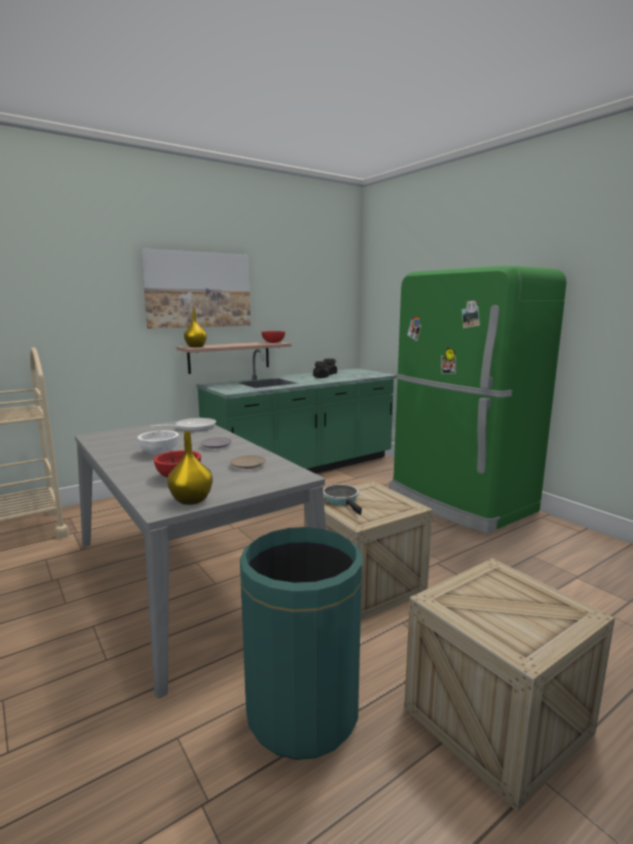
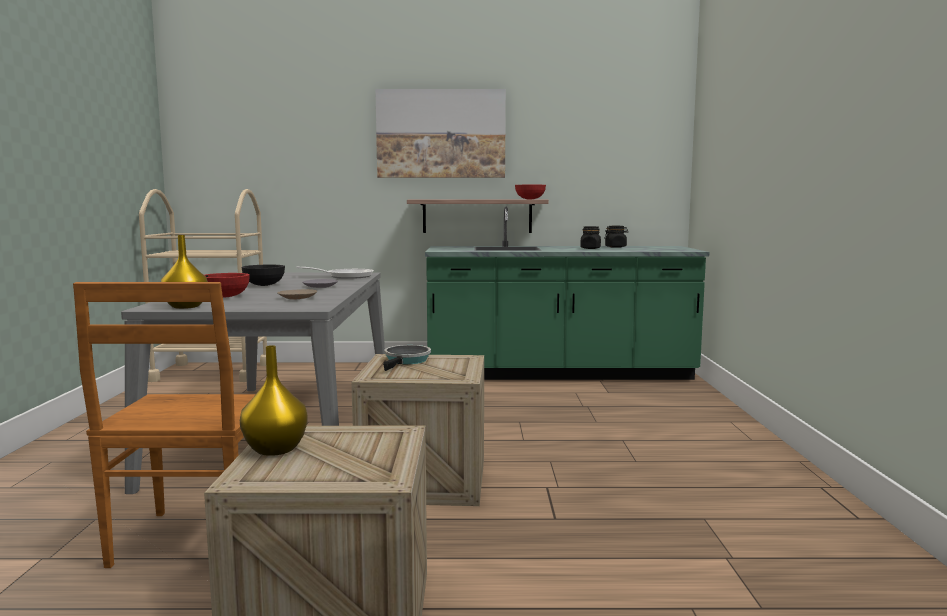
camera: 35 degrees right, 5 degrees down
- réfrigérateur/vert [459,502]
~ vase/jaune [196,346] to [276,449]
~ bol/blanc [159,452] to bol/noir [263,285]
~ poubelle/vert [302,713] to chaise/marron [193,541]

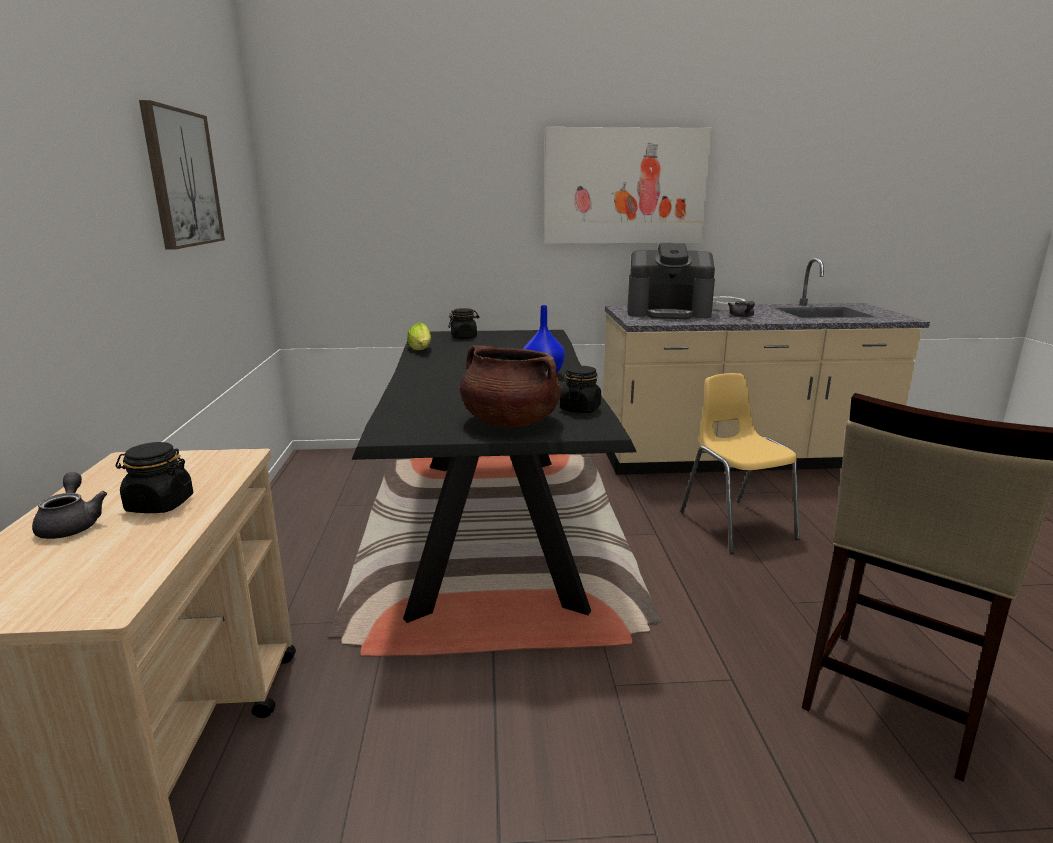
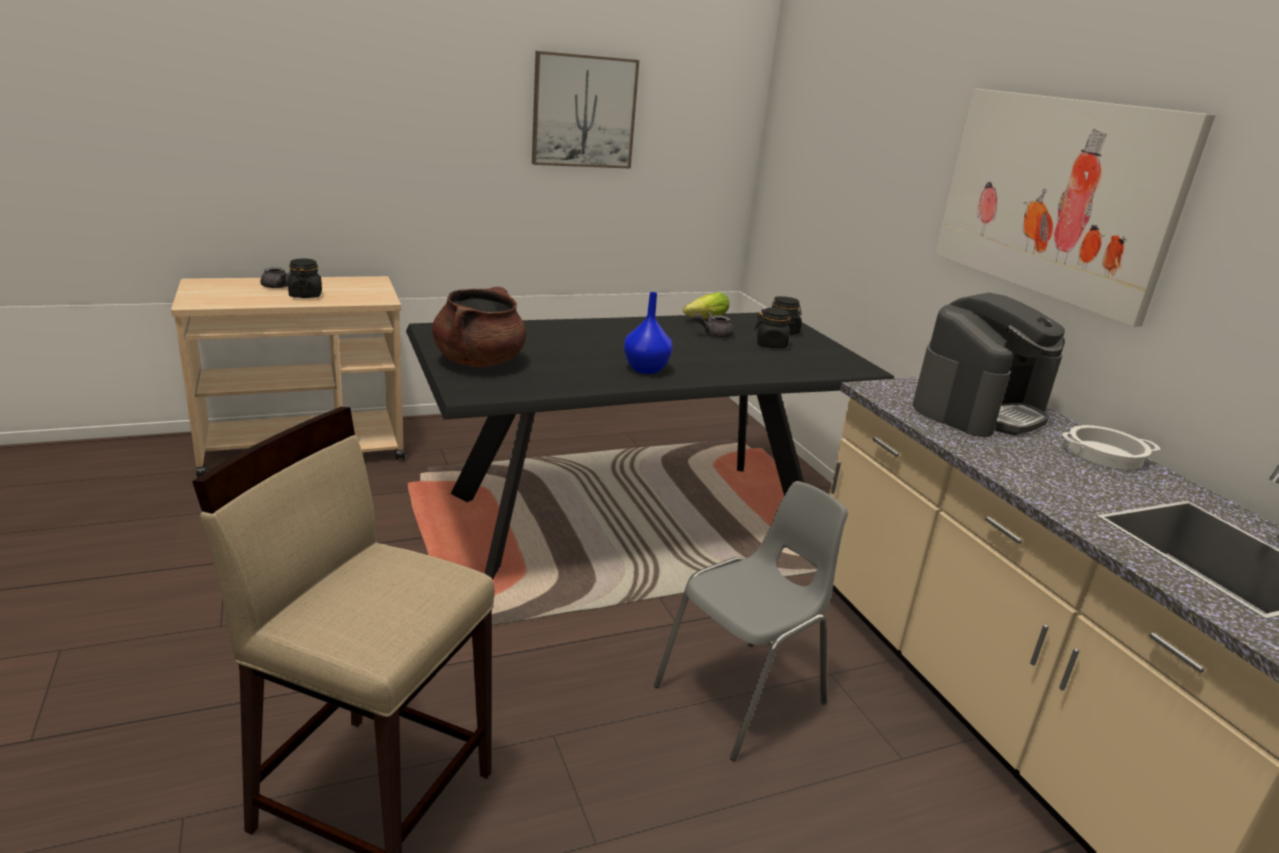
camera: 70 degrees right, 5 degrees up
~ machine à café [668,313] = [979,409] 120 degrees counterclockwise
~ théière/gris [742,316] to [713,334]
~ bocal/noir [580,409] to [771,344]
~ chaise/jaune [735,525] to chaise/gris [743,696]

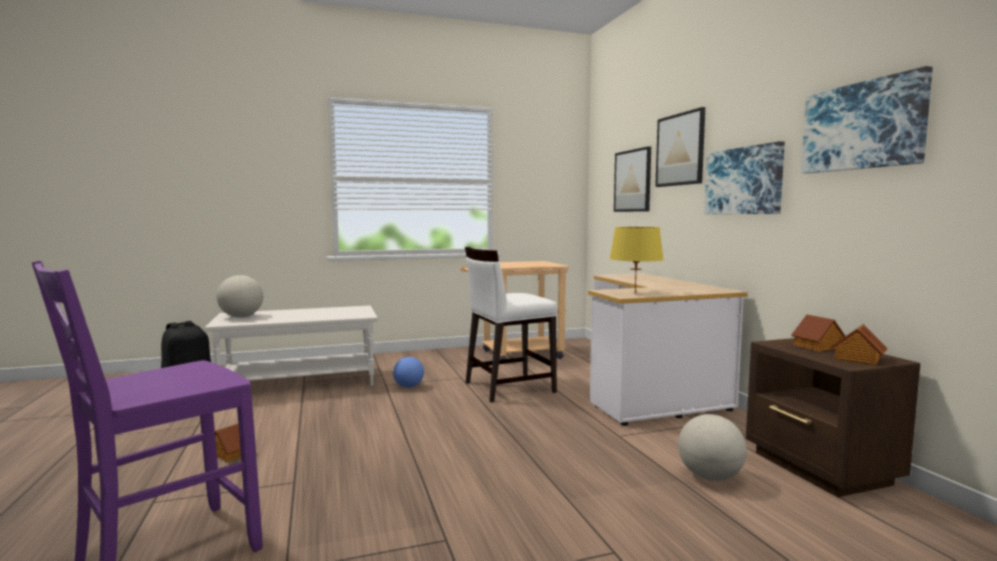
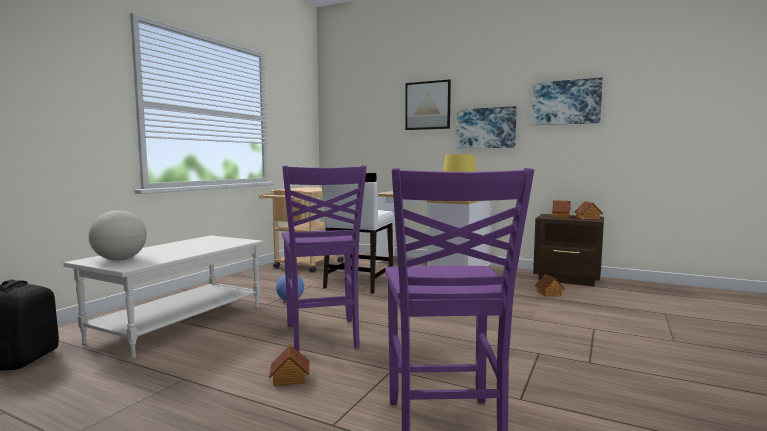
camera: 45 degrees left, 0 degrees up
- tableau [632,181]
~ globe [709,477] to maison miniature [549,293]
+ chaise/violet [322,337]

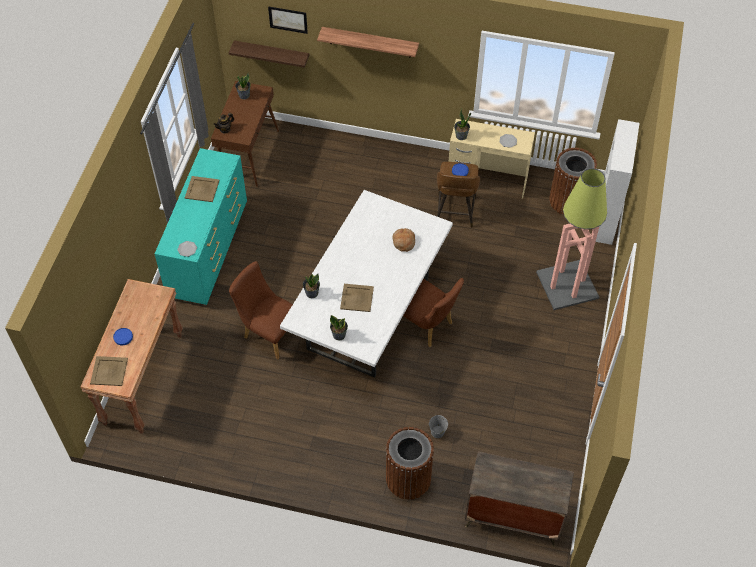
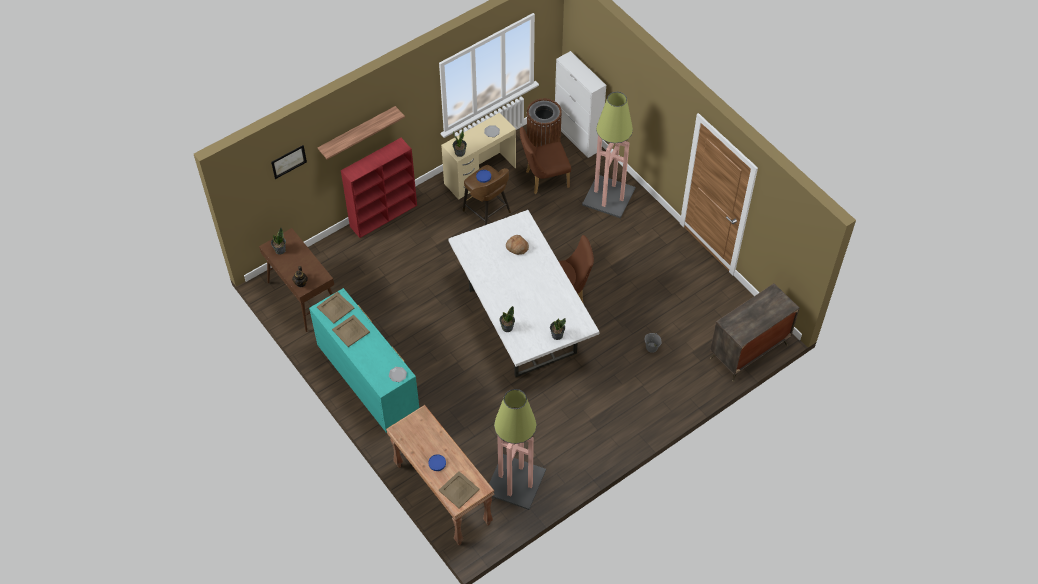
camera: 50 degrees left, 0 degrees up
- étagère [272,54]
~ chaise/marron [269,332] to [543,179]
~ plateau/beige [356,298] to [335,308]
- poubelle/marron [408,478]
+ bibliothèque/rouge [384,215]
+ lampadaire [514,482]

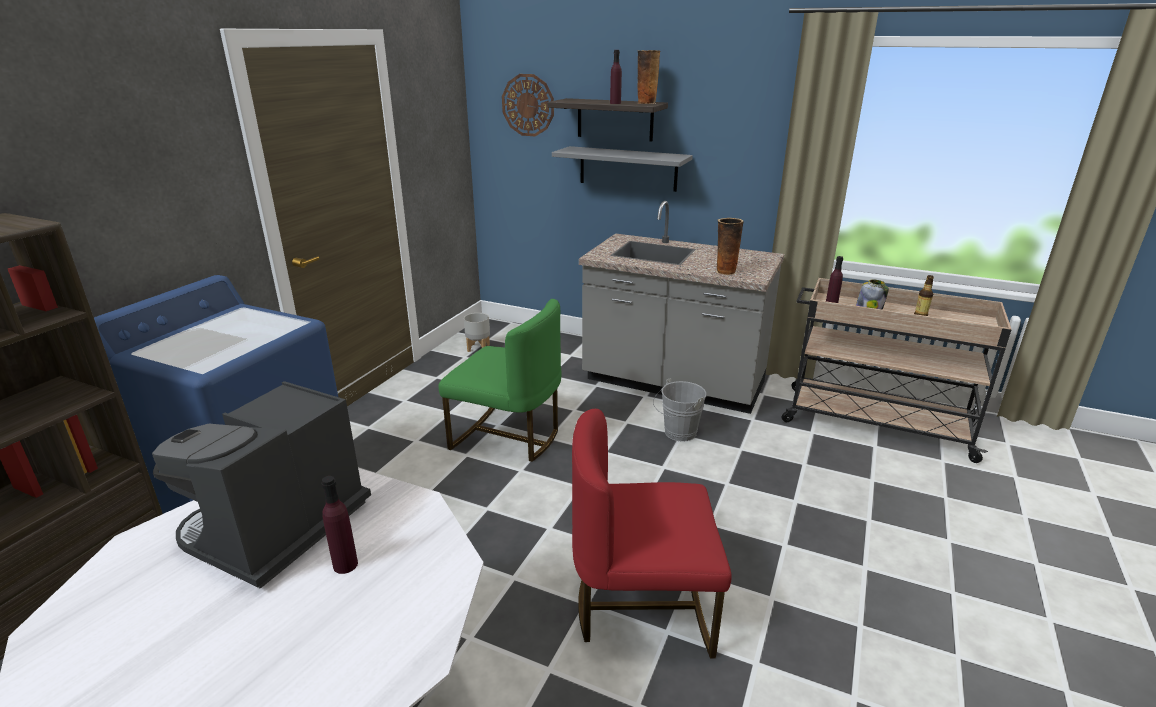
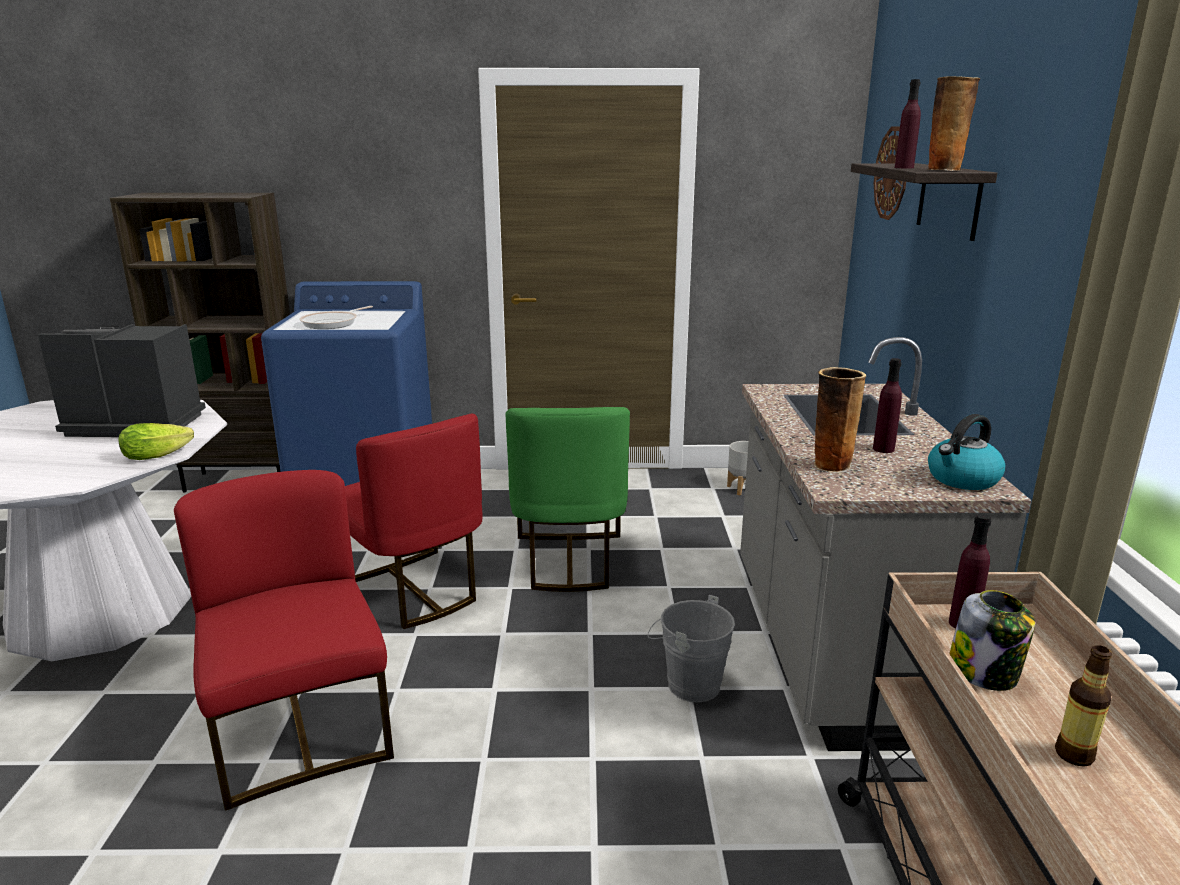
camera: 65 degrees right, 5 degrees down
- étagère/gris [628,168]
~ bouteille/violet [345,565] to [883,449]
+ poêle [333,323]
+ chaise/rouge [412,590]
+ bouilloire [962,479]
+ laitue [160,454]

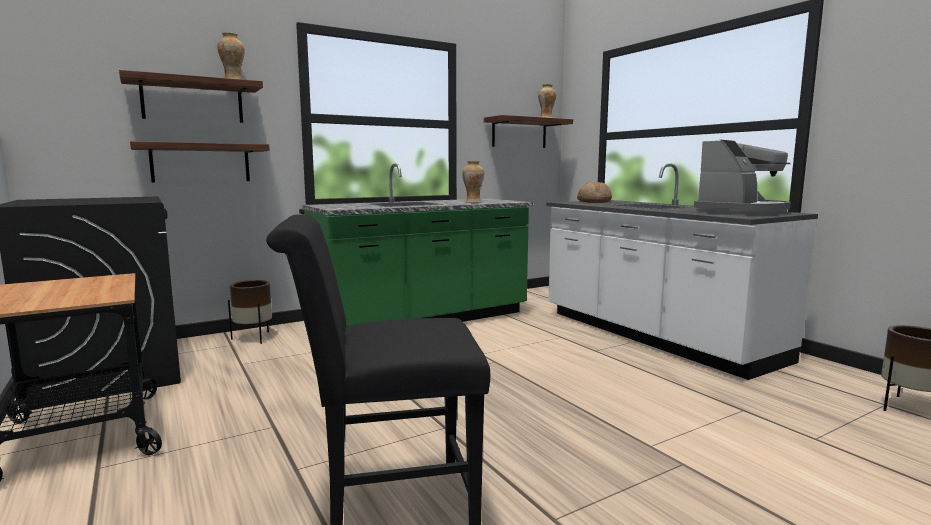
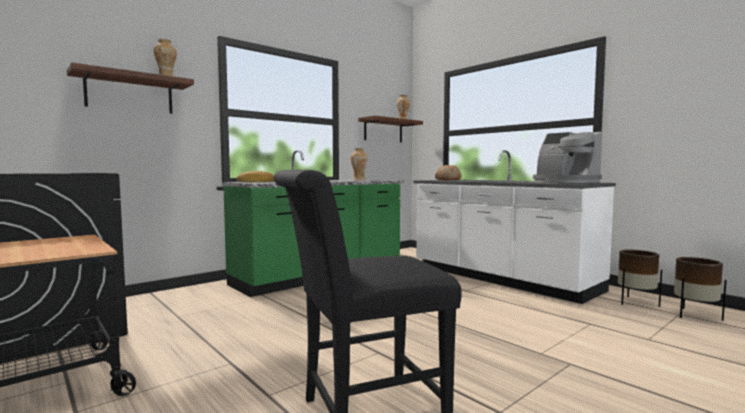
camera: 10 degrees left, 5 degrees down
~ machine à café [741,211] = [564,182] 105 degrees clockwise
- étagère [201,163]
~ cache-pot/marron [254,338] to [636,302]
+ pain [256,182]

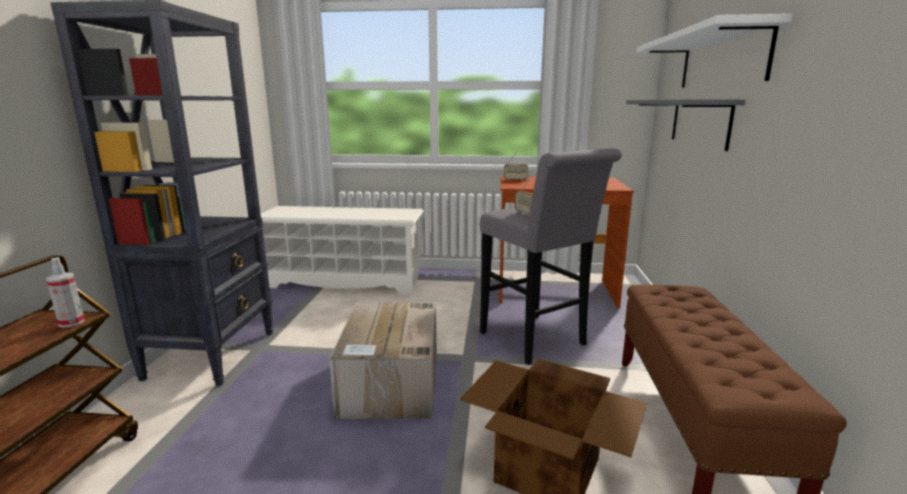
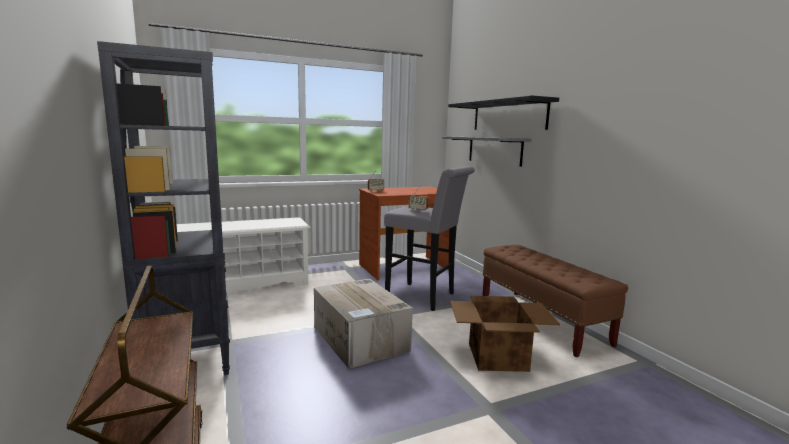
camera: 30 degrees left, 5 degrees down
~ étagère/blanc [721,59] to étagère/noir [508,115]
- vaporisateur [71,322]

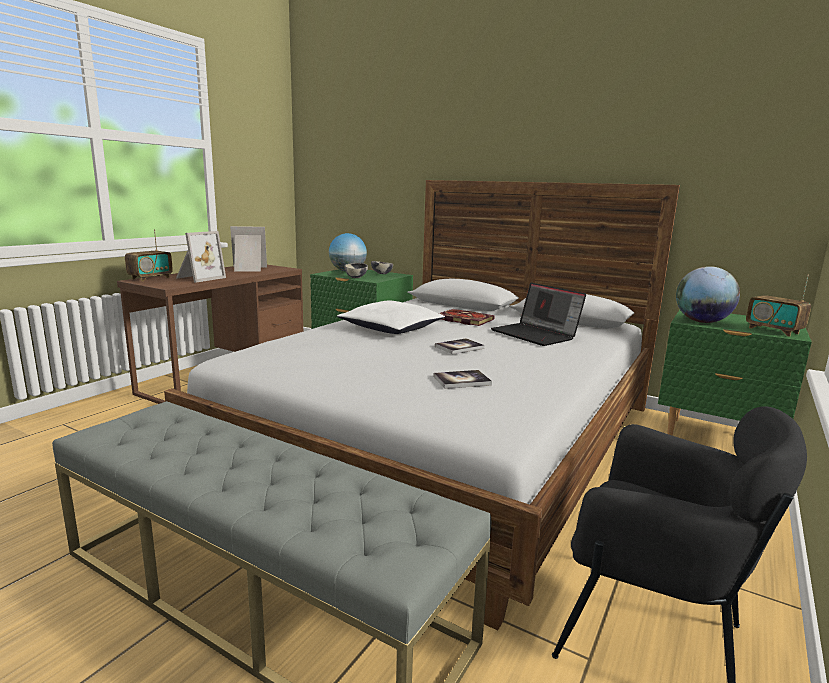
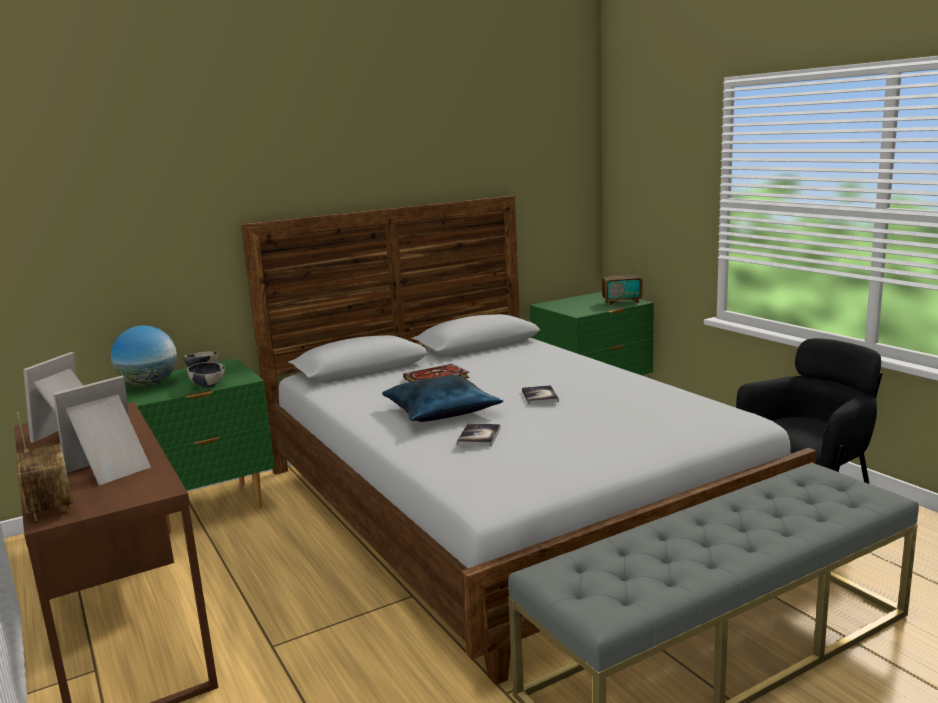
camera: 60 degrees left, 0 degrees up
~ cadre photo [198,278] = [112,468] 105 degrees counterclockwise
- globe [702,322]
- ordinateur portable [536,335]
~ coussin/blanc [392,328] to coussin/bleu [441,411]
~ livre [462,380] to [479,436]

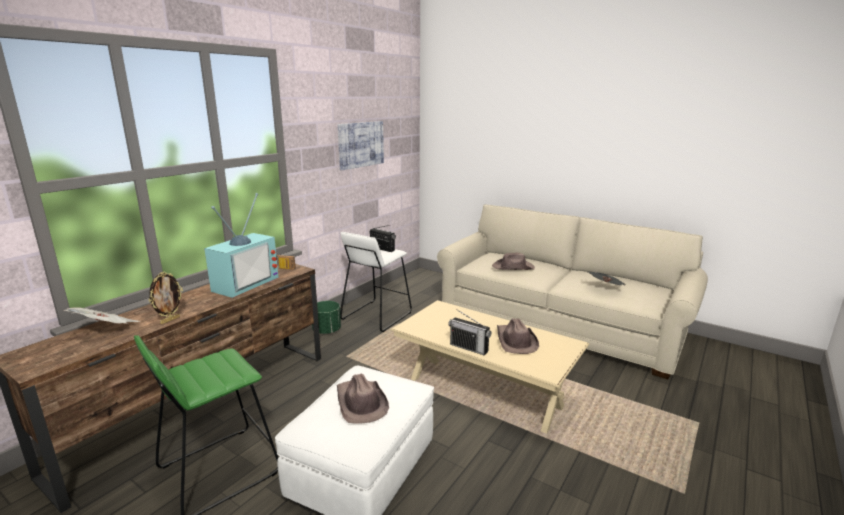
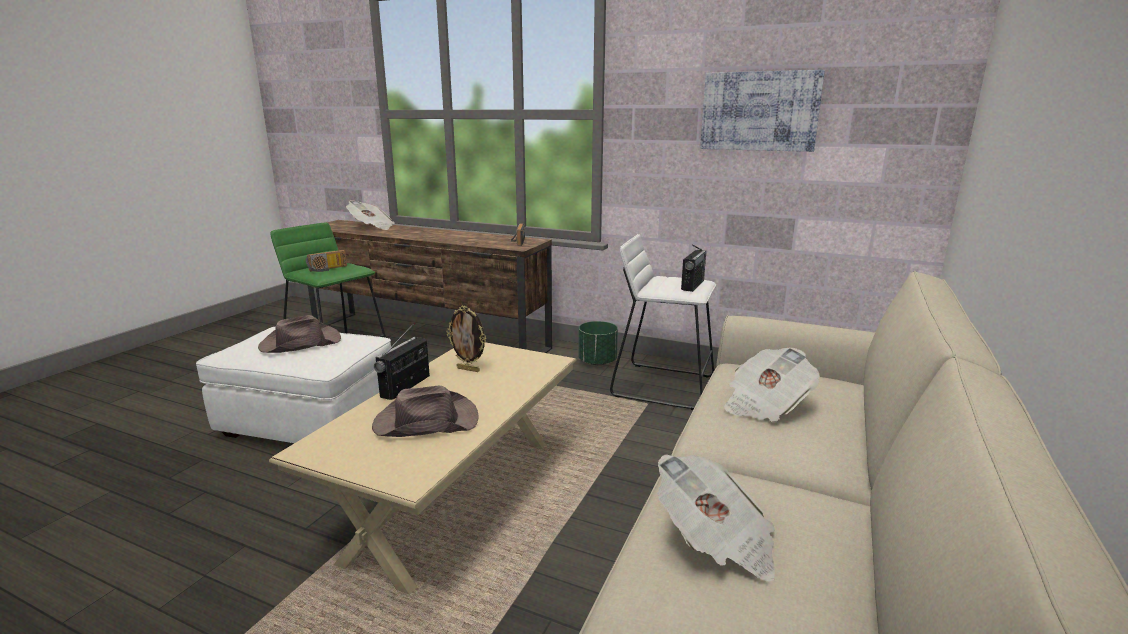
camera: 80 degrees right, 0 degrees up
- téléviseur [244,283]
~ chapeau/marron [513,267] to journal [765,405]
~ cadre photo [170,320] to [468,369]
+ radio [328,269]

